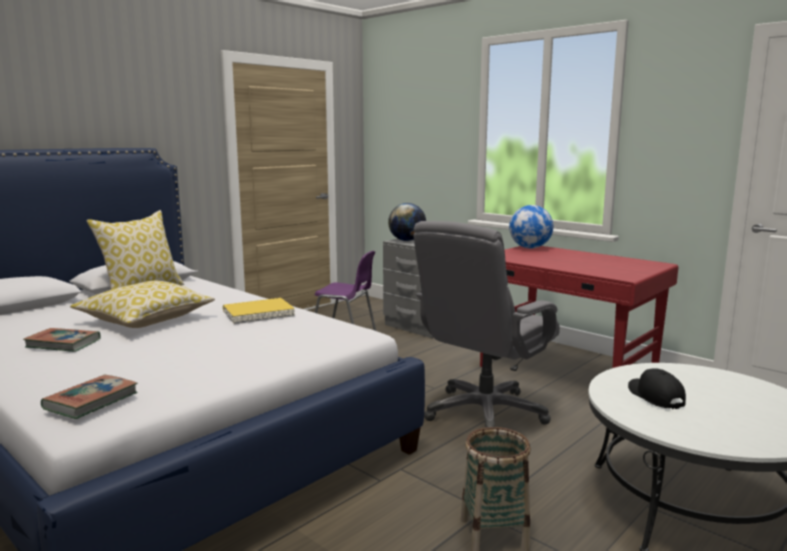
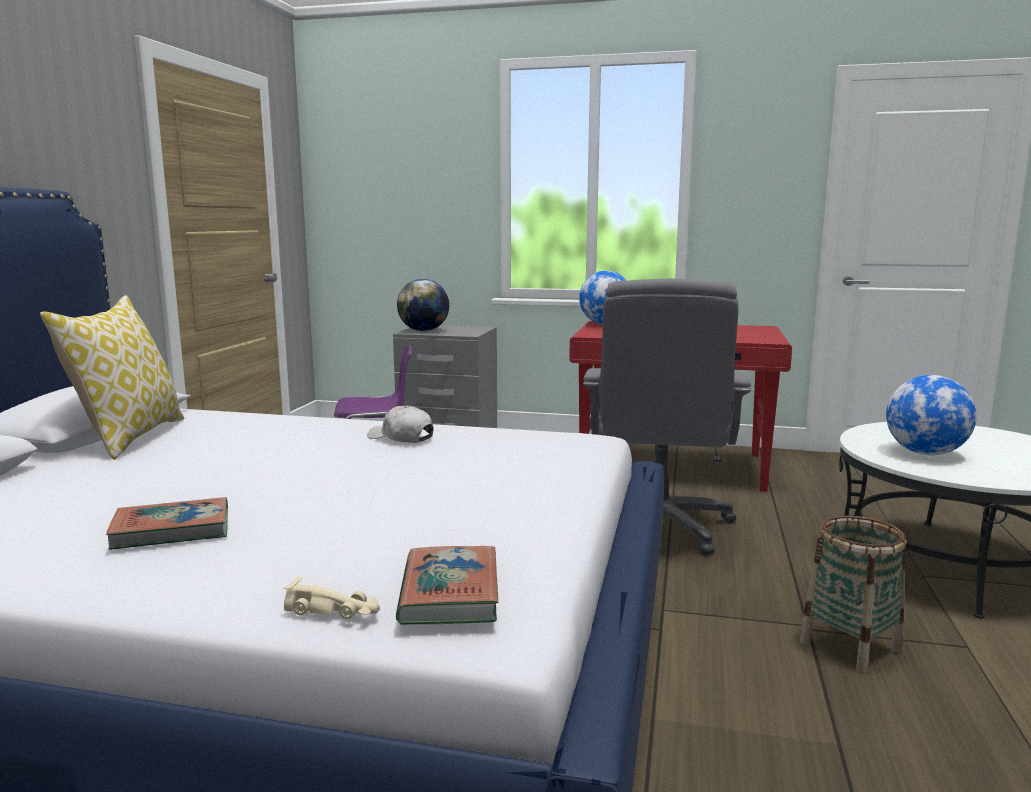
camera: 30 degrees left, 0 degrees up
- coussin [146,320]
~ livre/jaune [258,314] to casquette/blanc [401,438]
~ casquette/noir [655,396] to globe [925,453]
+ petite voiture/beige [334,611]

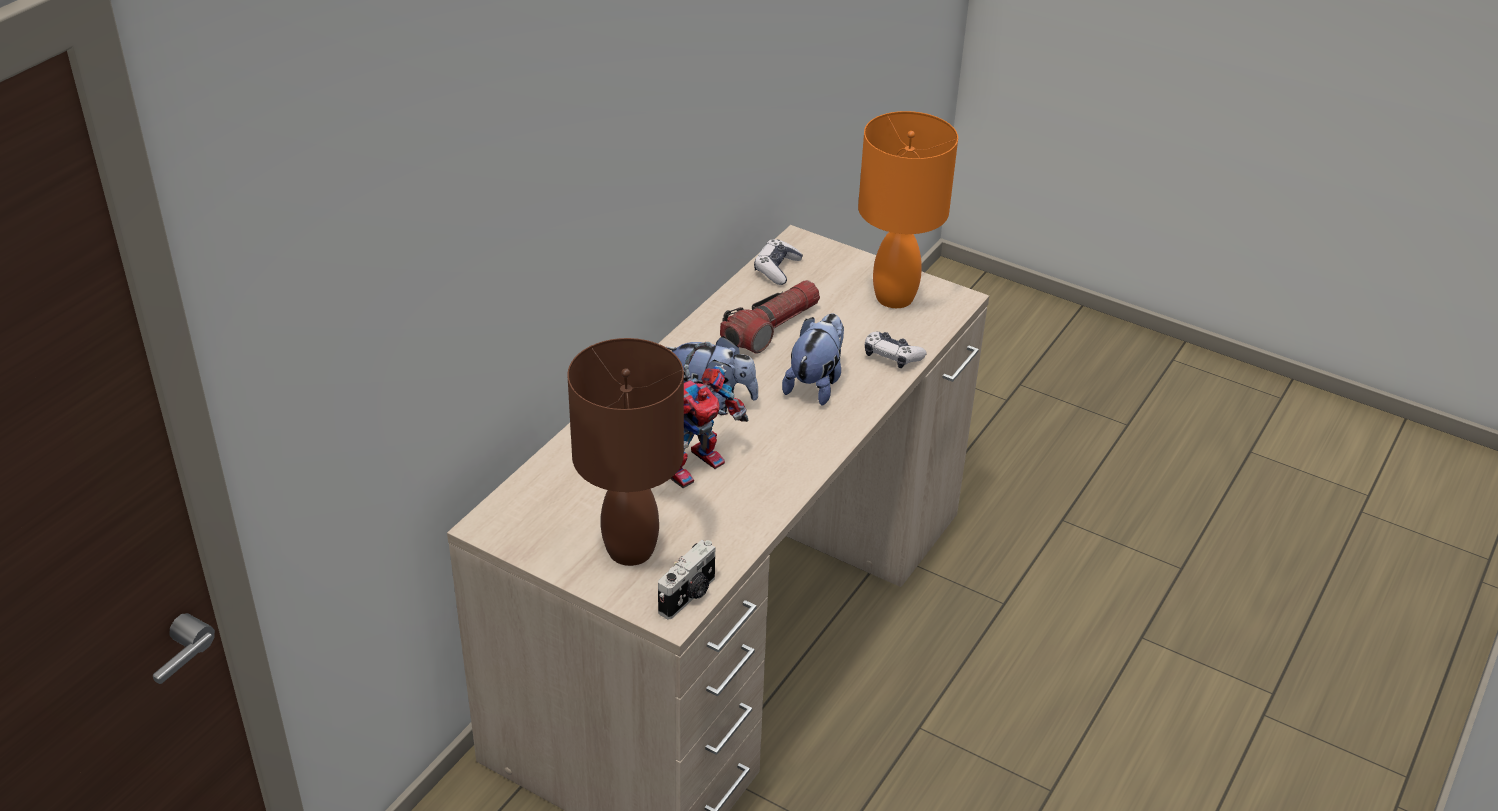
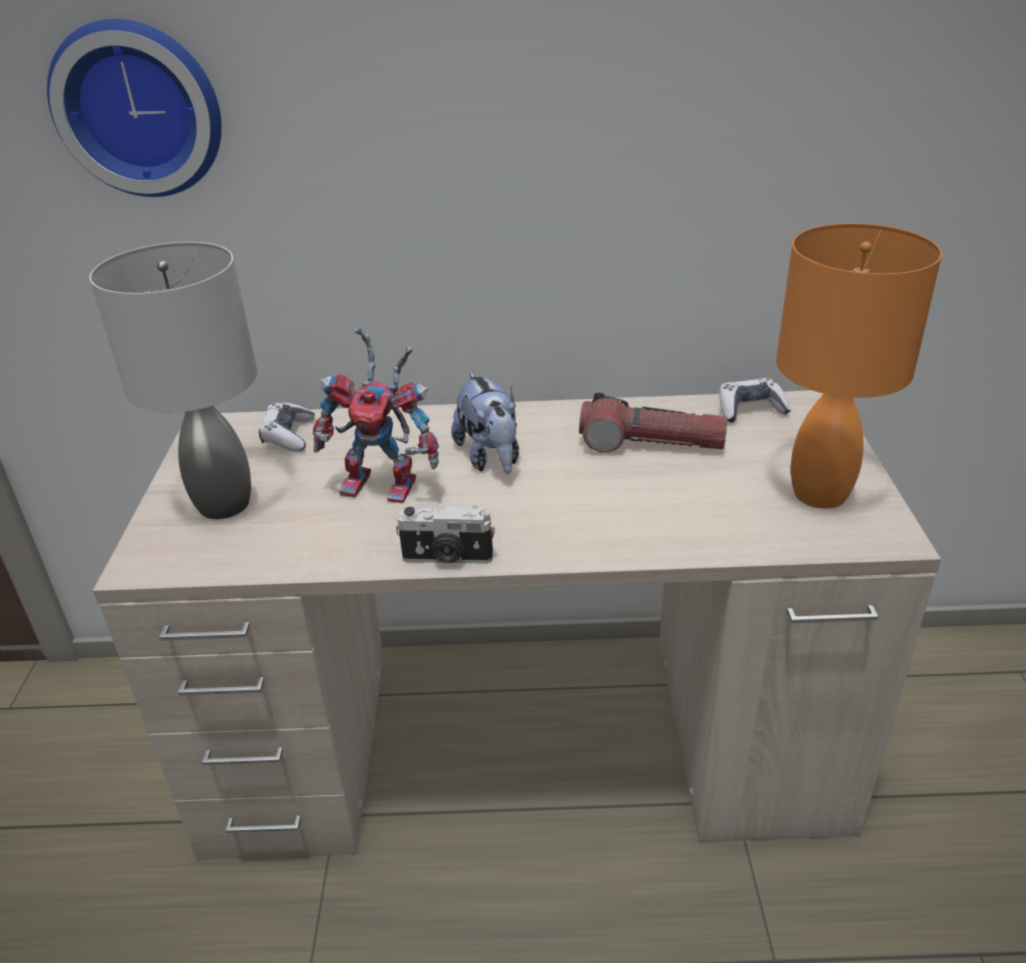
camera: 60 degrees right, 5 degrees down
- peluche [816,383]
~ manette [892,356] to [288,436]
~ lampe de table/marron [632,550] to lampe de table/gris [224,505]
~ appareil photo [689,596] to [447,558]
+ horloge murale [140,108]

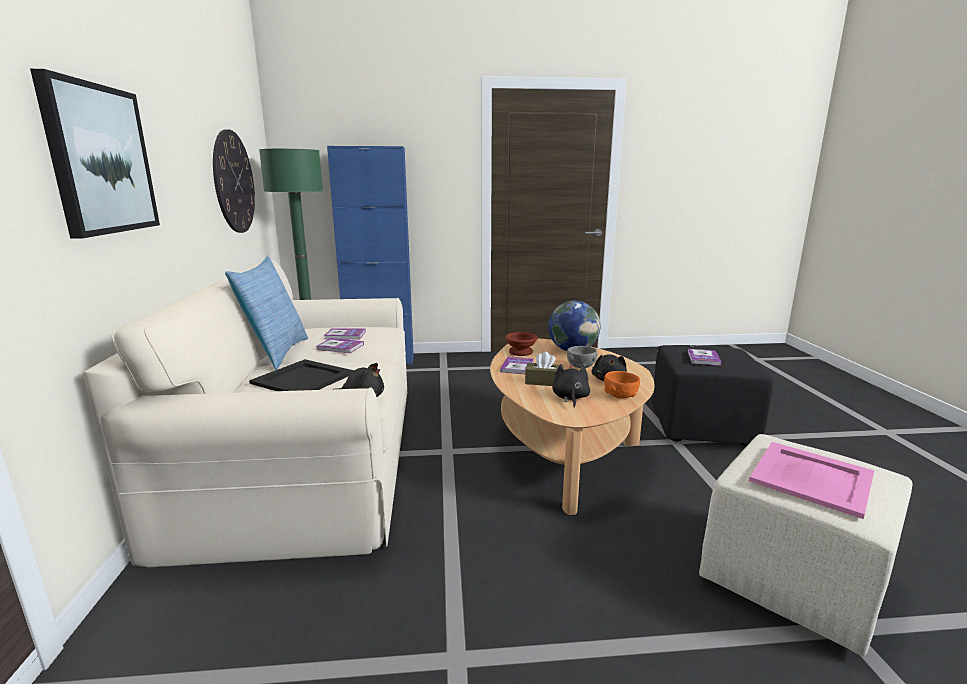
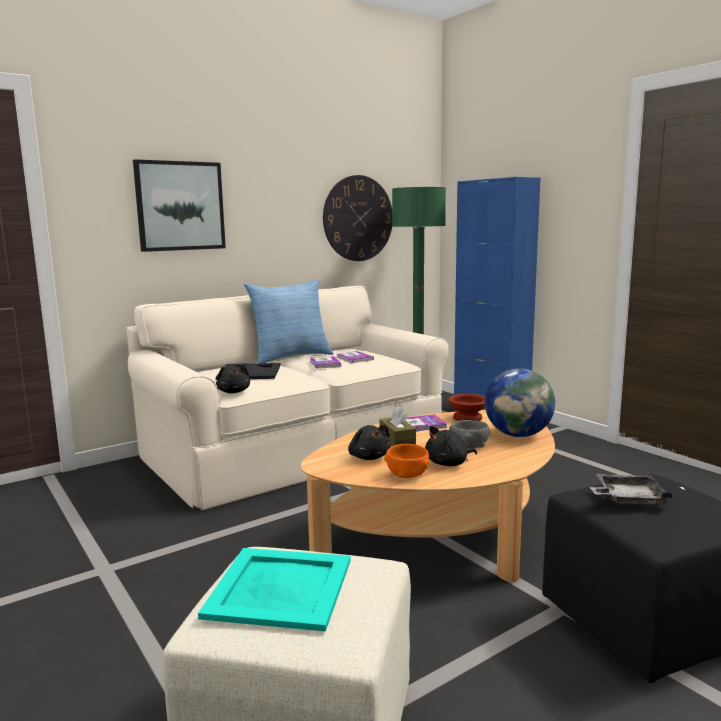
camera: 60 degrees right, 5 degrees down
~ livre [703,358] to plateau/gris [627,499]
~ peluche/noir [570,398] = [369,457] 90 degrees clockwise
~ plateau/rose [810,478] to plateau/turquoise [279,587]

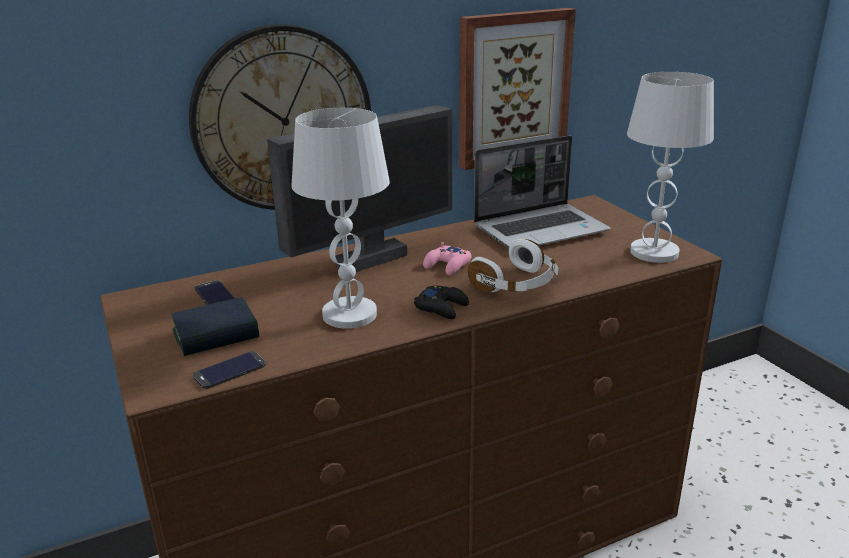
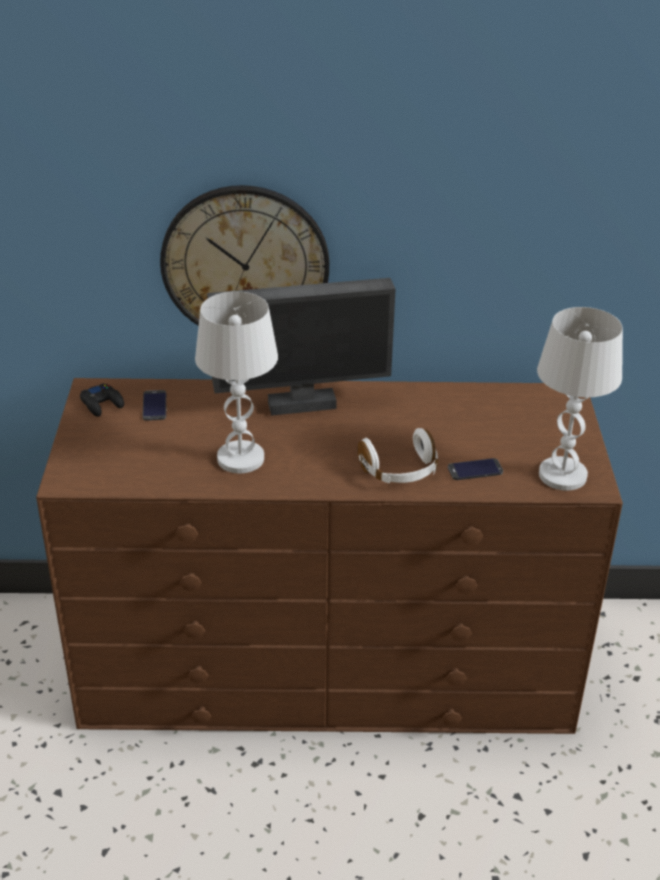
camera: 25 degrees right, 10 degrees up
- tableau [513,88]
- ordinateur portable [541,229]
- manette/rose [448,265]
~ manette/noir [442,307] to [102,404]
- livre [216,334]
~ téléphone [229,370] to [475,470]

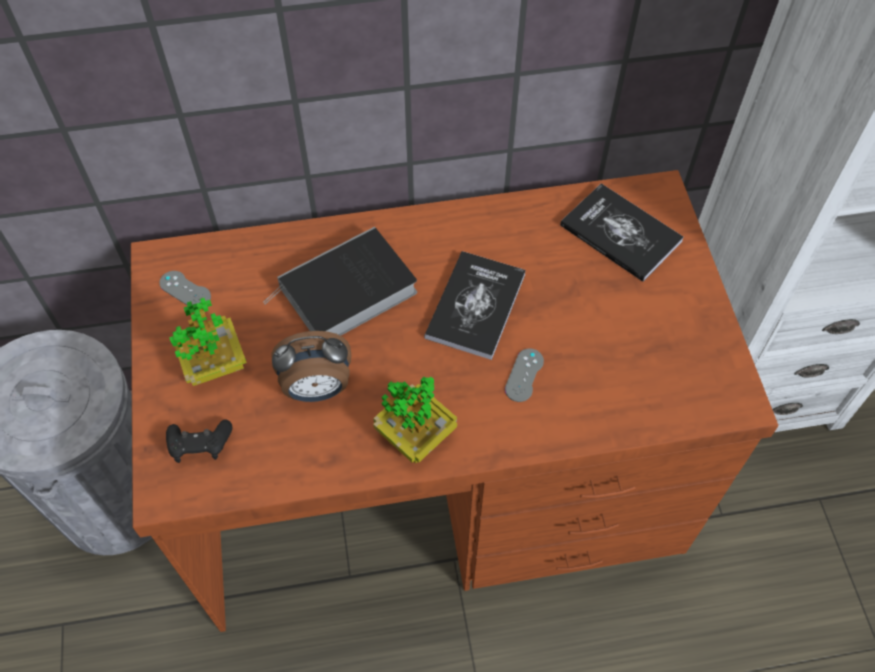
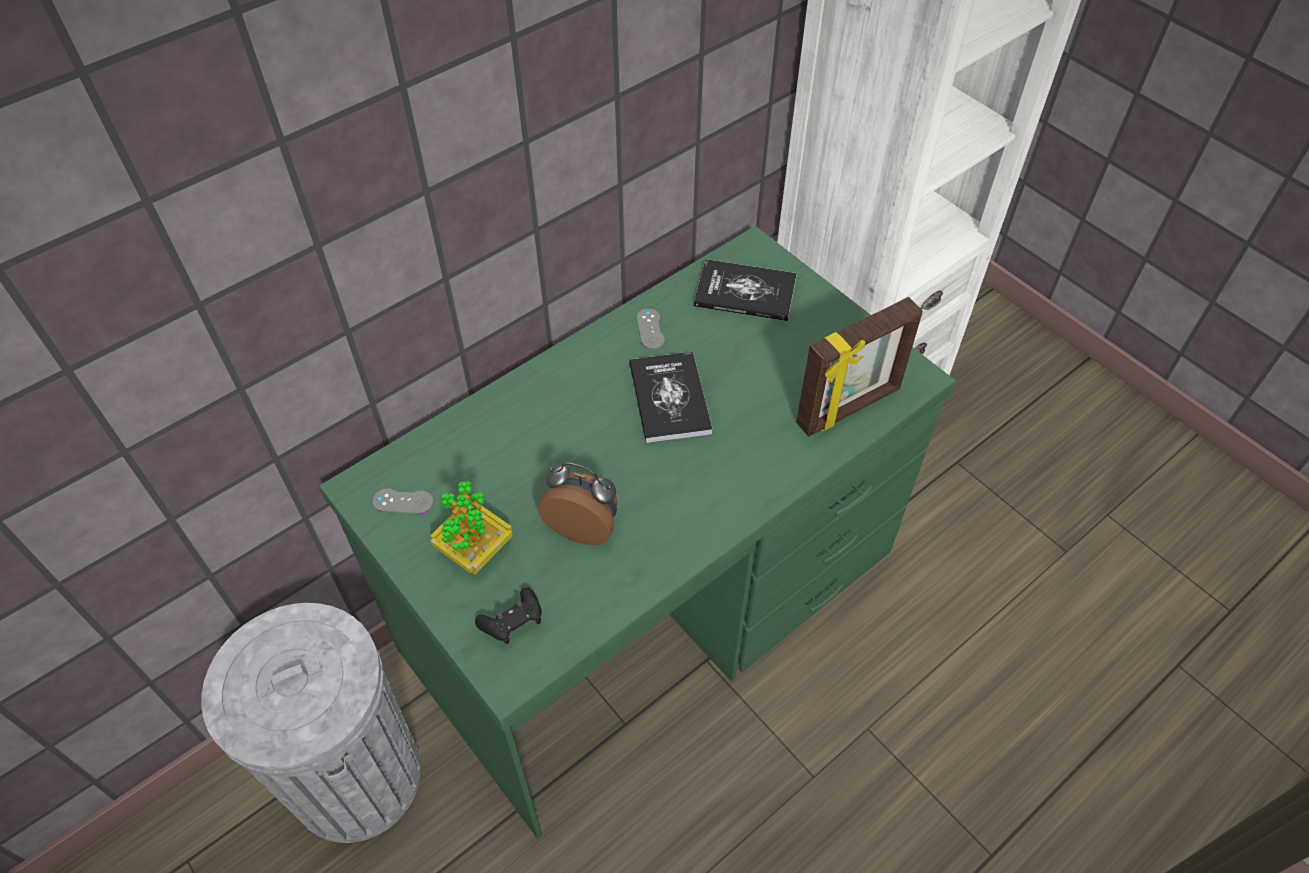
camera: 30 degrees left, 5 degrees down
~ bureau/marron [439,482] to bureau/vert [652,603]
- livre [345,293]
~ réveil [317,389] = [583,526] 120 degrees counterclockwise
~ manette/gris [524,375] to [650,329]
- plante en pot [415,434]
+ cadre photo [849,408]

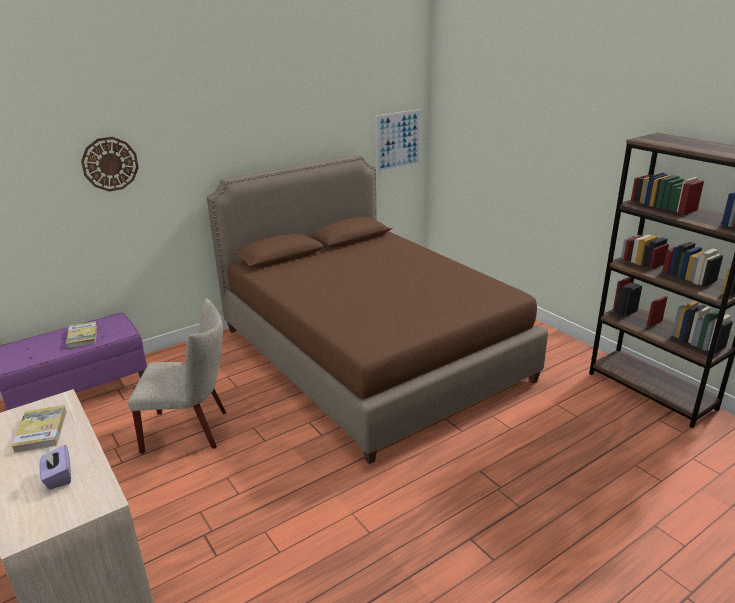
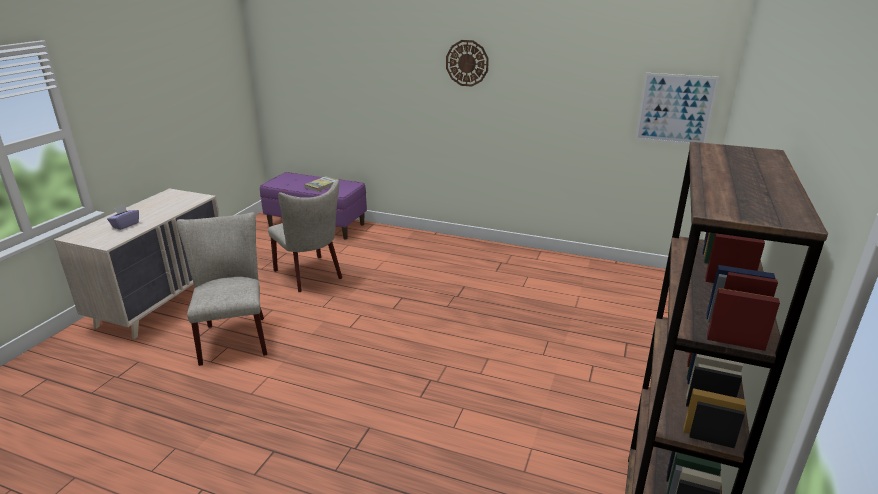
camera: 55 degrees right, 0 degrees up
~ horloge murale [110,164] to [467,63]
- lit/marron [370,354]
- livre [41,431]
+ chaise/beige [234,336]

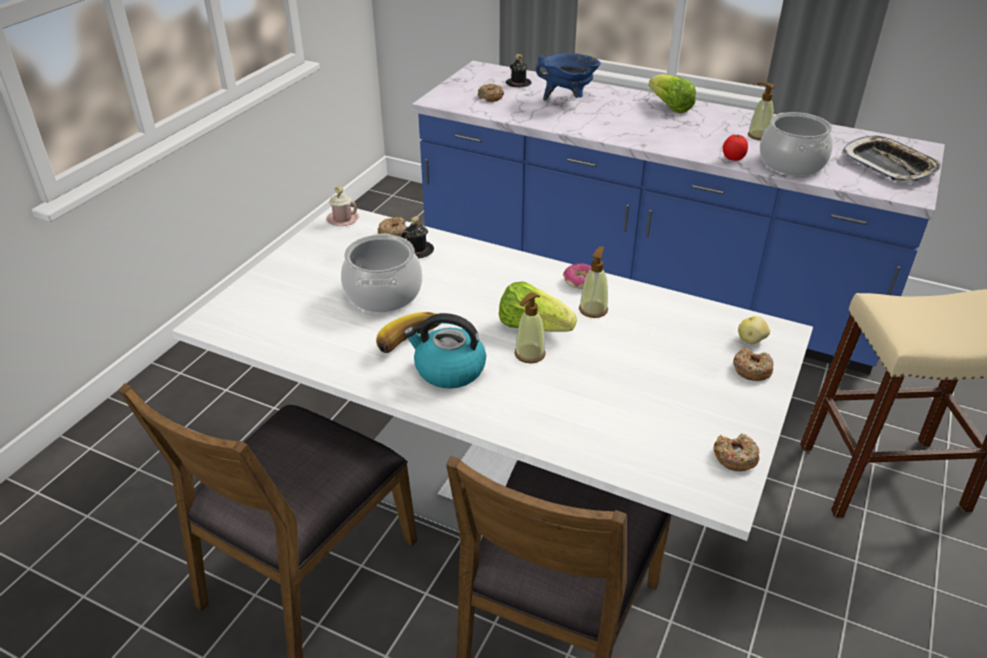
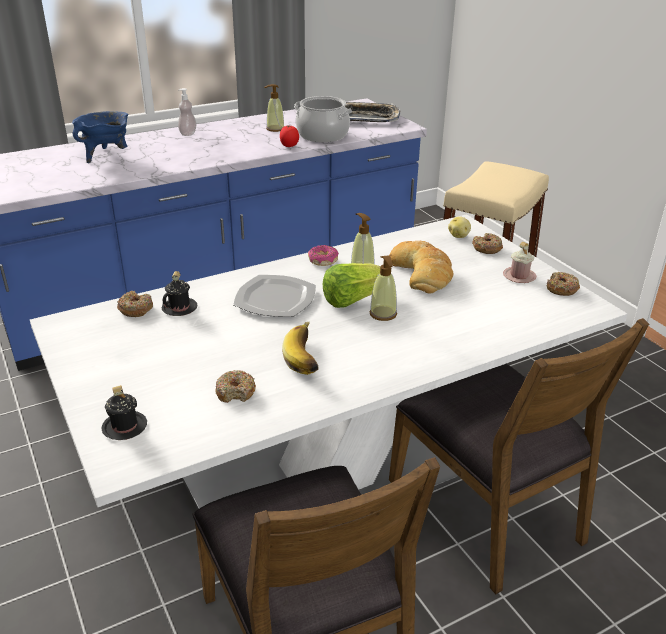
camera: 55 degrees left, 5 degrees down
~ mug/noir [518,84] to [124,427]
~ laitue [670,107] to distributeur de savon [188,134]
~ beignet [490,97] to [236,392]
~ mug/rose [342,219] to [519,276]
- marmite [384,293]
- bouilloire [448,370]
+ pain [422,272]
+ assiette [274,299]

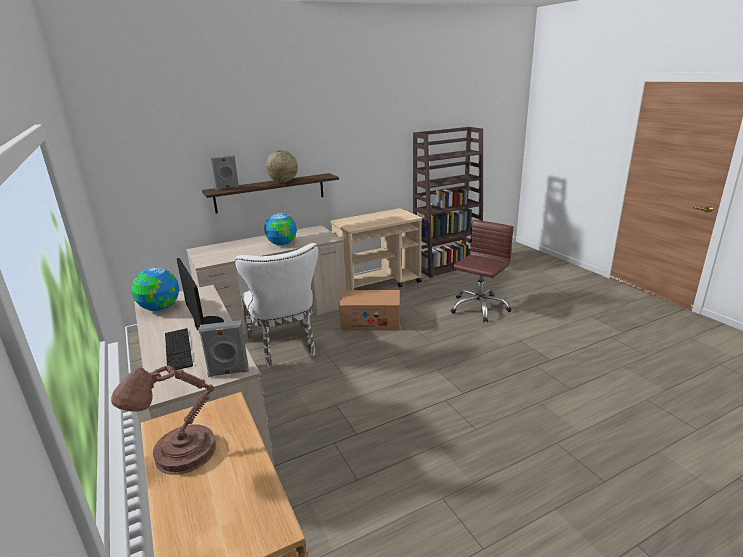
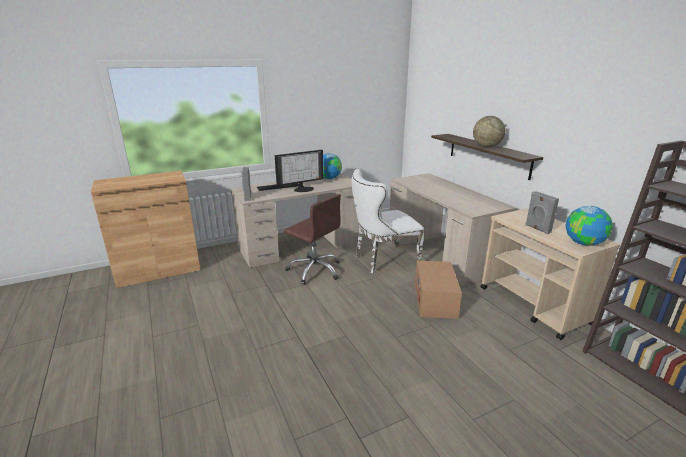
camera: 90 degrees right, 0 degrees up
~ enceinte/gris [227,188] to [537,229]
~ globe [282,244] to [583,243]
~ chaise de bureau/marron [478,307] to [314,270]
- lampe de table/marron [180,455]

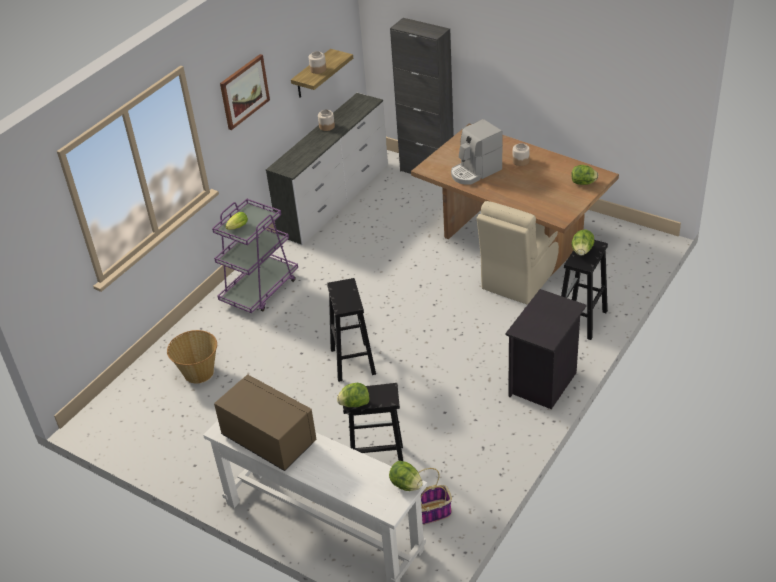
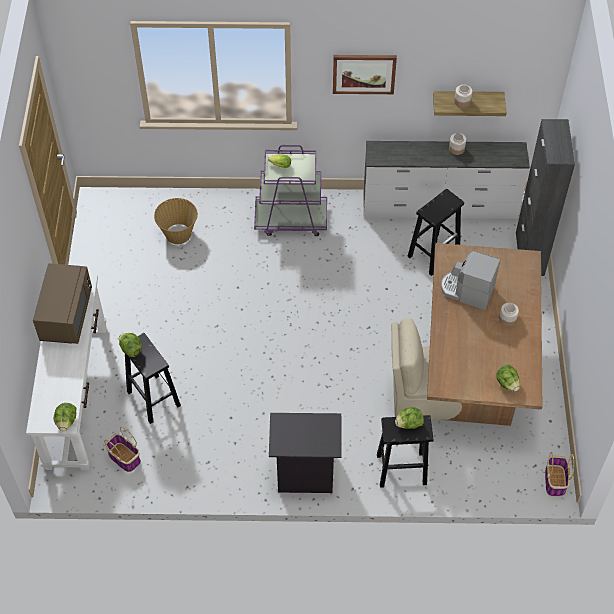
camera: 55 degrees right, 15 degrees up
~ tabouret/noir [352,361] to [434,254]
+ panier [555,481]

